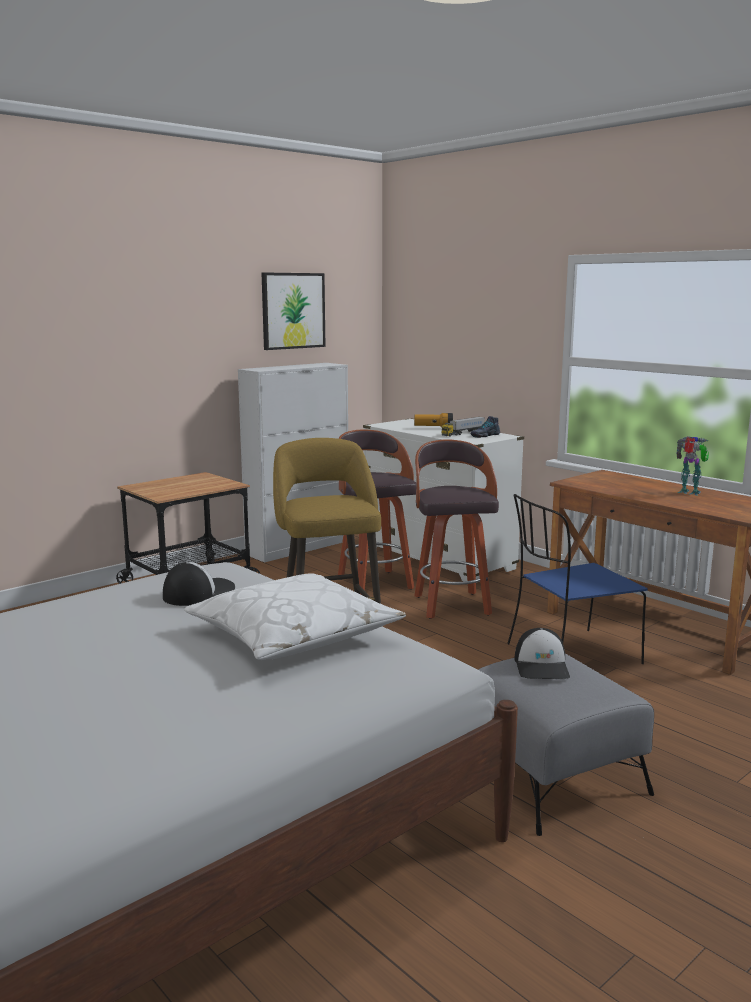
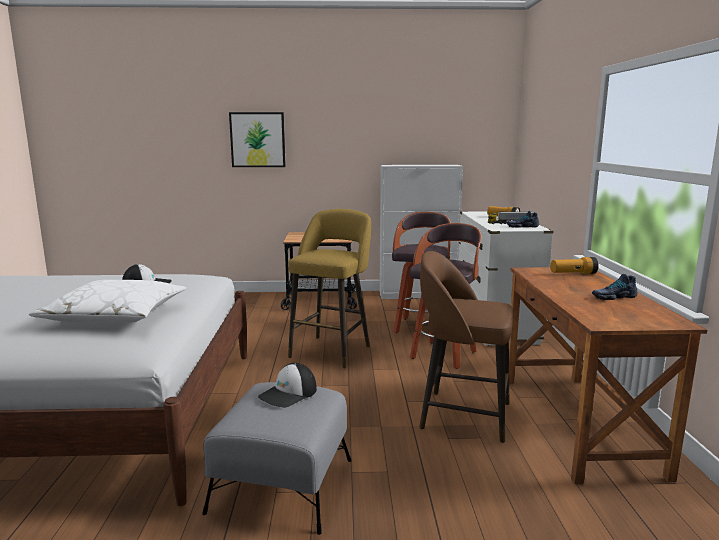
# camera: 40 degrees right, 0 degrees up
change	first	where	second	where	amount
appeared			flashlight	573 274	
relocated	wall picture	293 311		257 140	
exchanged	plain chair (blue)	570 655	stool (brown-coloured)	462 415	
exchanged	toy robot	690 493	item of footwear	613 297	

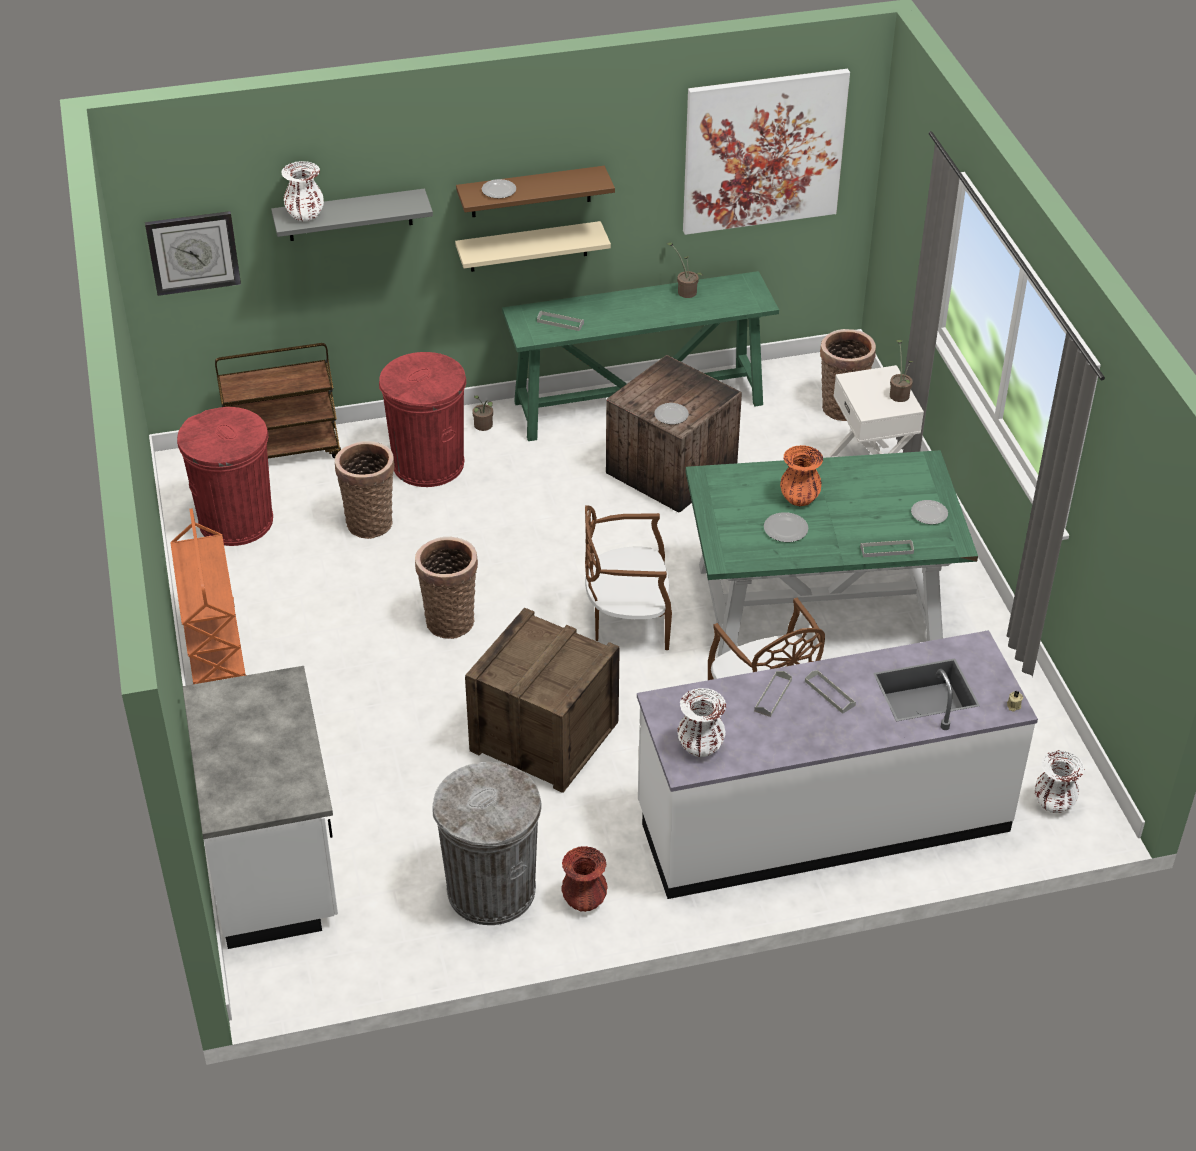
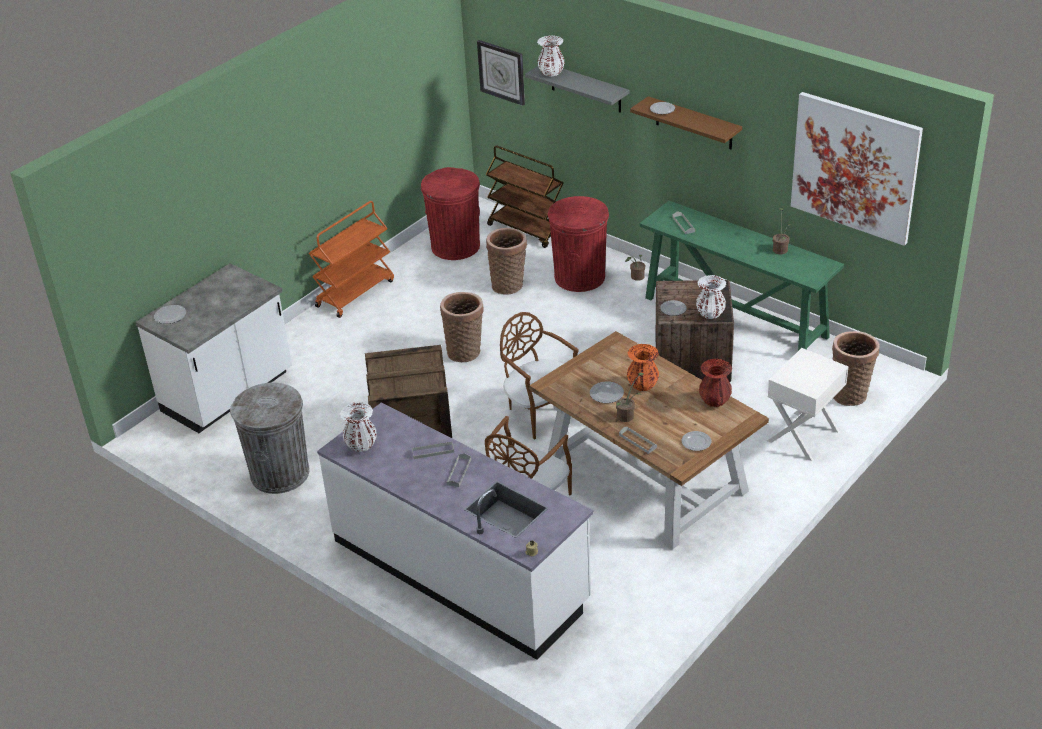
# camera: 55 degrees right, 5 degrees down
change	first	where	second	where	amount
missing	shelf (beige)	528 246			
appeared			plate	170 316	
relocated	flower vase (red)	584 900		714 400	
relocated	plant in a pot	899 393		627 415	
relocated	flower vase (whitish)	1053 802		710 313	
colour	dinner table (green)	817 606	dinner table (brown-coloured)	644 477	

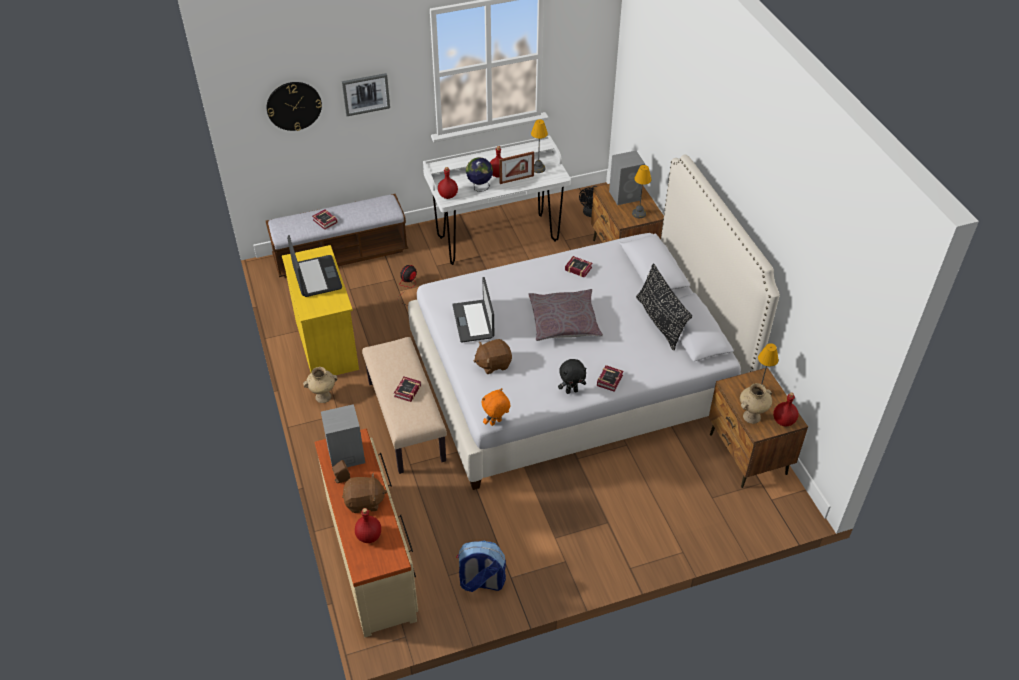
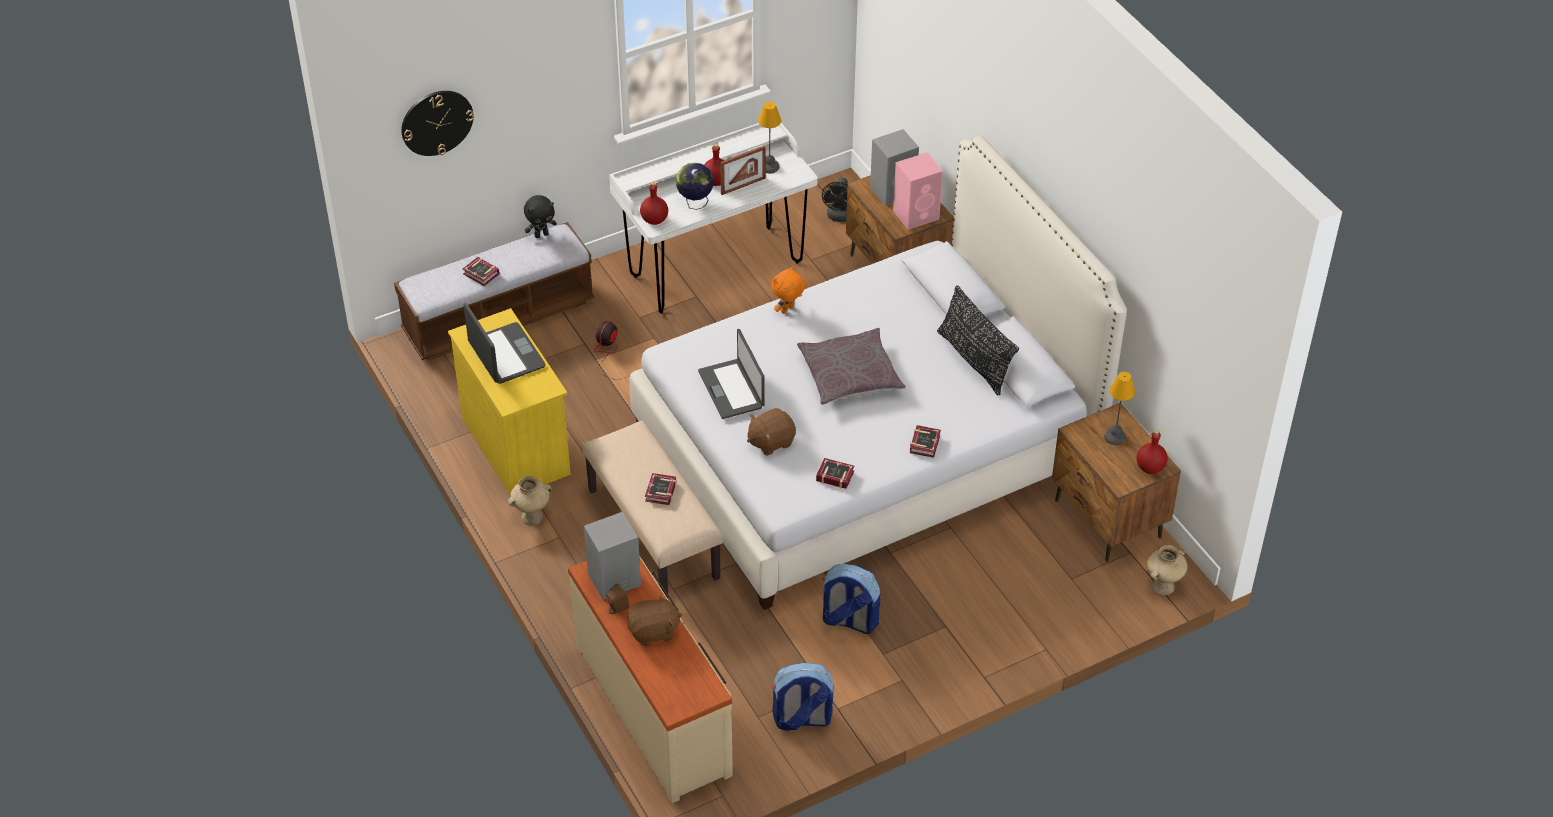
# camera: 10 degrees left, 0 degrees up
change	first	where	second	where	amount
missing	wall picture	366 94			
missing	drink bottle (red)	368 536			
appeared			backpack	849 621	
relocated	plush toy (orange)	496 423		788 310	
relocated	plush toy (black-coloured)	571 391		541 235	
relocated	bound book	577 268		834 475	
relocated	flower vase (beige)	751 416		1163 586	
exchanged	tabletop lamp	639 213	audio speaker (pink-coloured)	917 214	

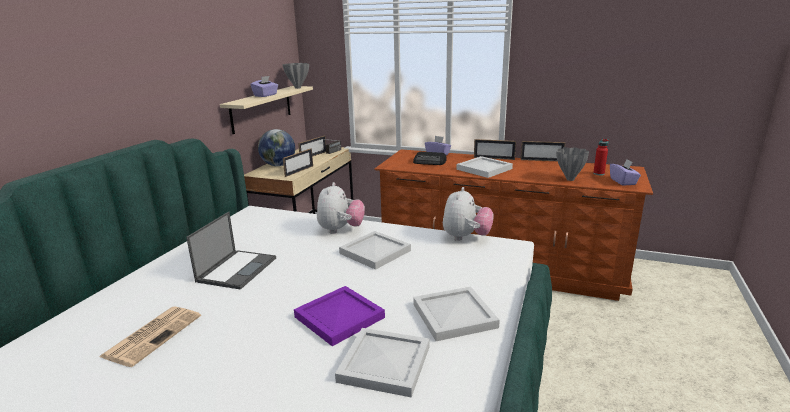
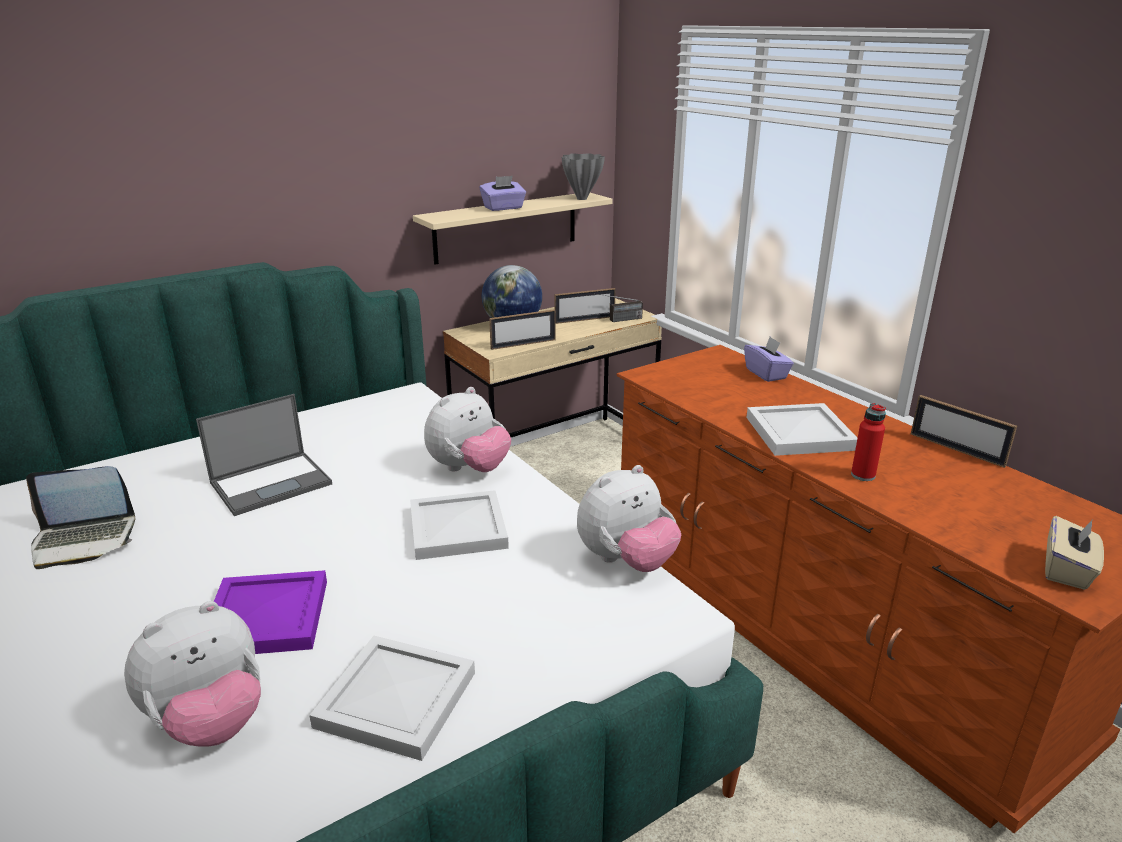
# camera: 35 degrees right, 5 degrees up
change	first	where	second	where	amount
missing	radio receiver	430 162			
missing	standing frame	494 158			
missing	flower vase (grey)	569 179			
relocated	drink bottle (red)	598 173		863 475	
exchanged	newspaper	153 335	notebook computer	84 540	
exchanged	carrying tray (whitish)	384 363	plush toy	210 722	
colour	tissue holder (purple-coloured)	623 182	tissue holder (beige)	1067 570	

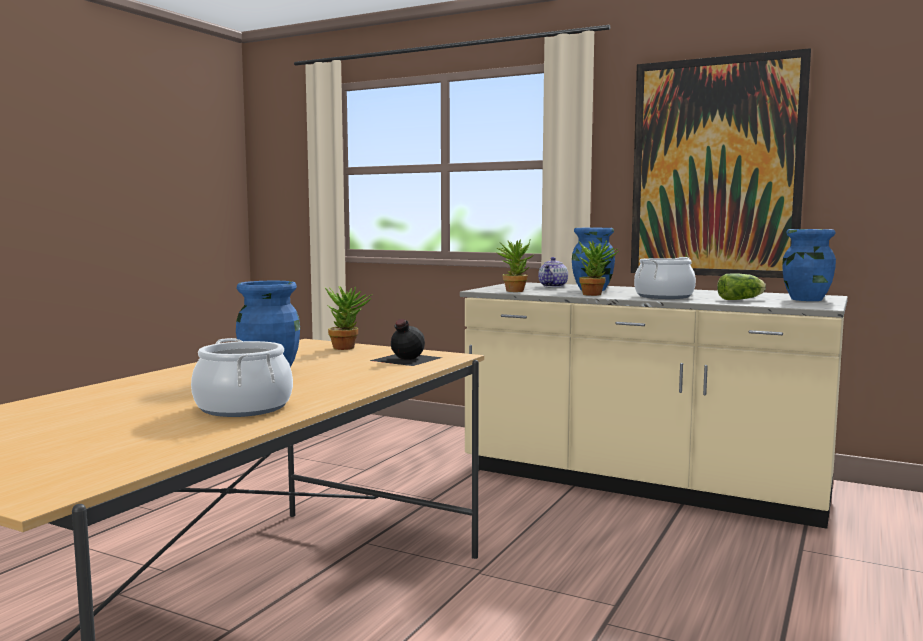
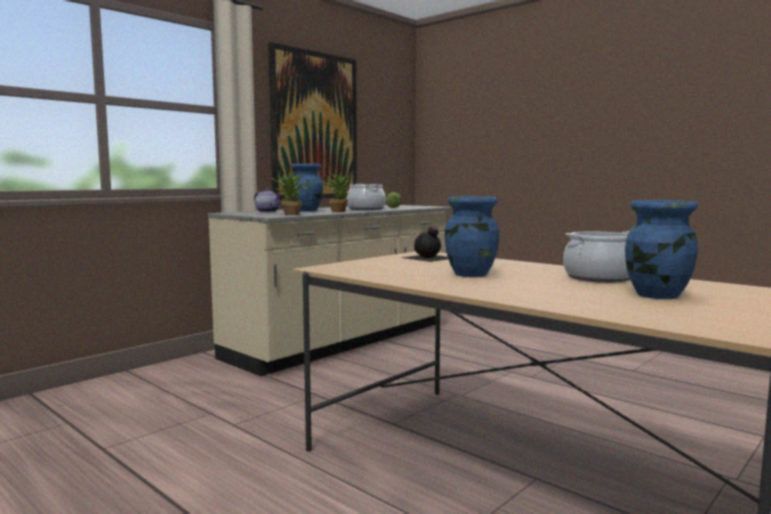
# camera: 75 degrees left, 0 degrees up
change	first	where	second	where	amount
missing	plant in a pot	348 347			
relocated	flower vase (blue)	805 299		656 295	

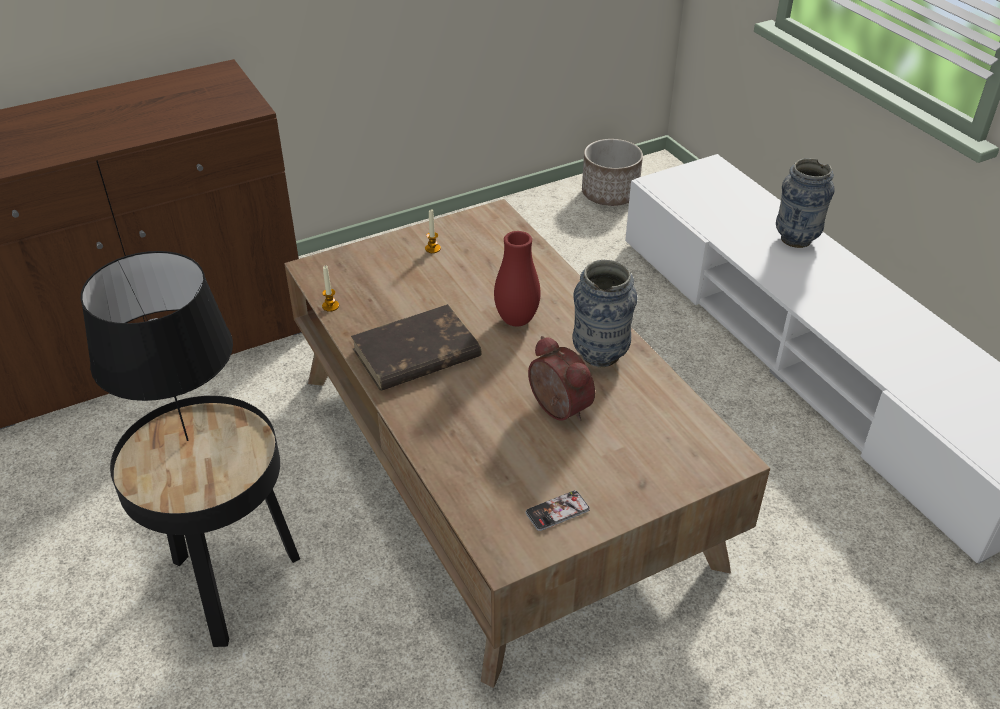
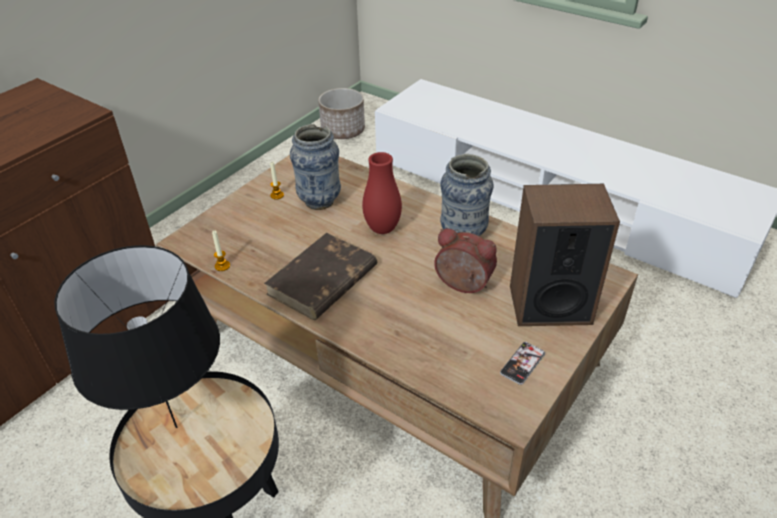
# camera: 25 degrees left, 0 degrees up
change	first	where	second	where	amount
appeared			audio speaker	549 304	
relocated	flower vase	796 239		319 201	

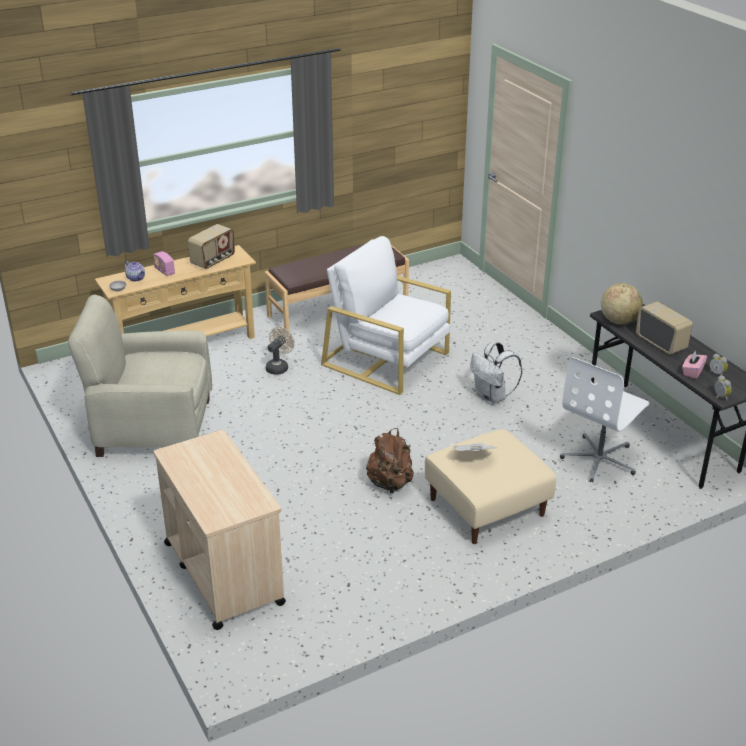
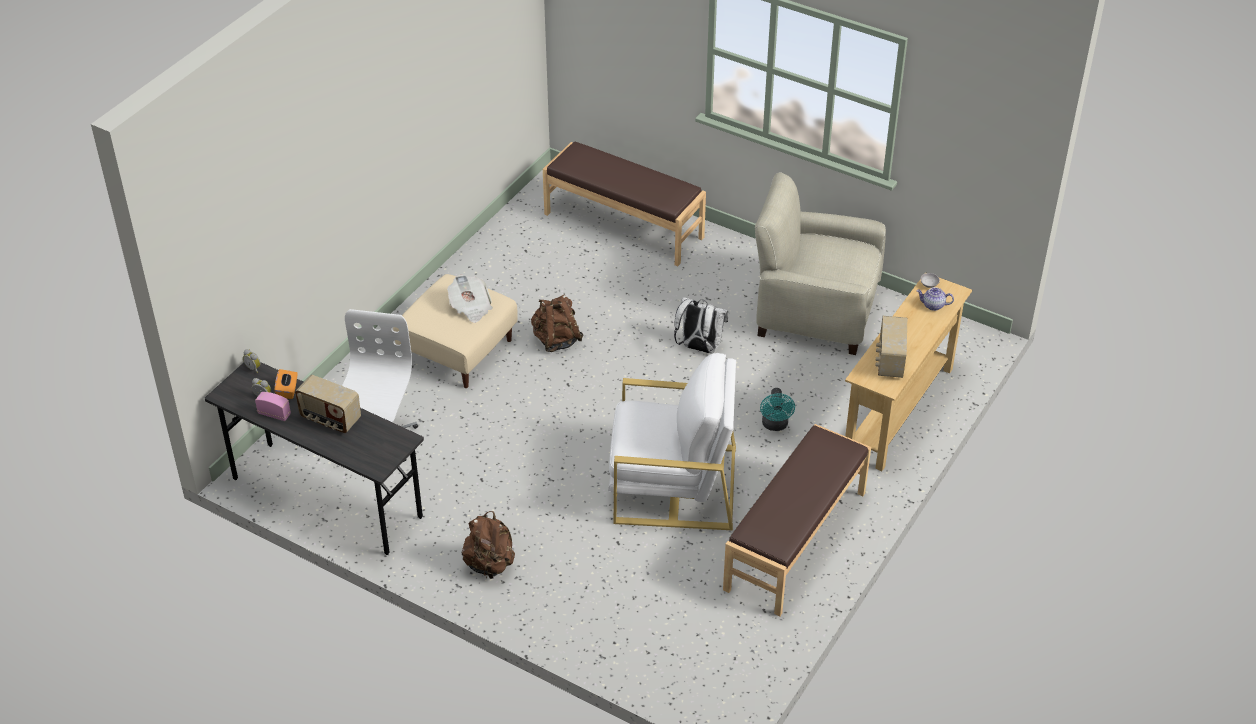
# camera: 150 degrees right, 10 degrees up
change	first	where	second	where	amount
missing	globe	619 321			
appeared			backpack (brown-coloured)	490 565	
relocated	radio receiver	164 271		274 414	
relocated	backpack (whitish)	492 397		699 348	
exchanged	trolley (beige)	223 572	indoor bench (brown-coloured)	624 225	
colour	fan (beige)	279 367	fan (blue-green)	775 425	
colour	tissue holder (pink-coloured)	692 372	tissue holder (orange)	287 391	
spun	easy chair (beige)	152 427		815 311	135 degrees counterclockwise

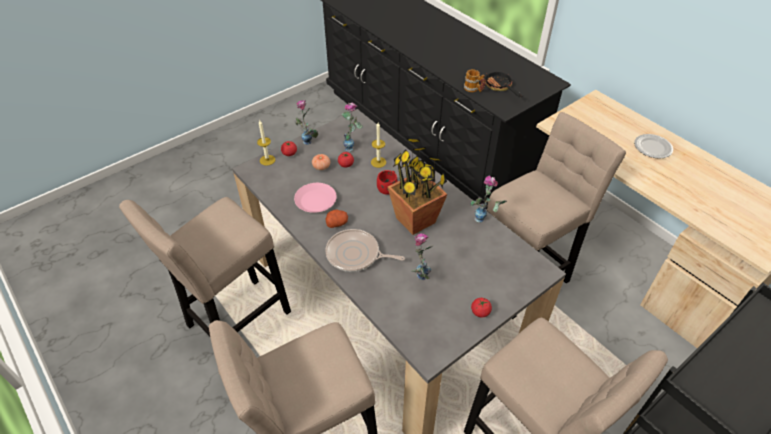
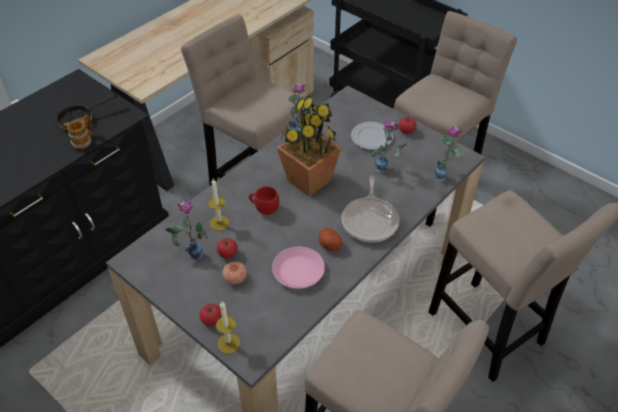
# camera: 100 degrees left, 0 degrees up
change	first	where	second	where	amount
relocated	flower vase	309 146		445 175	
relocated	plate	652 148		372 138	

